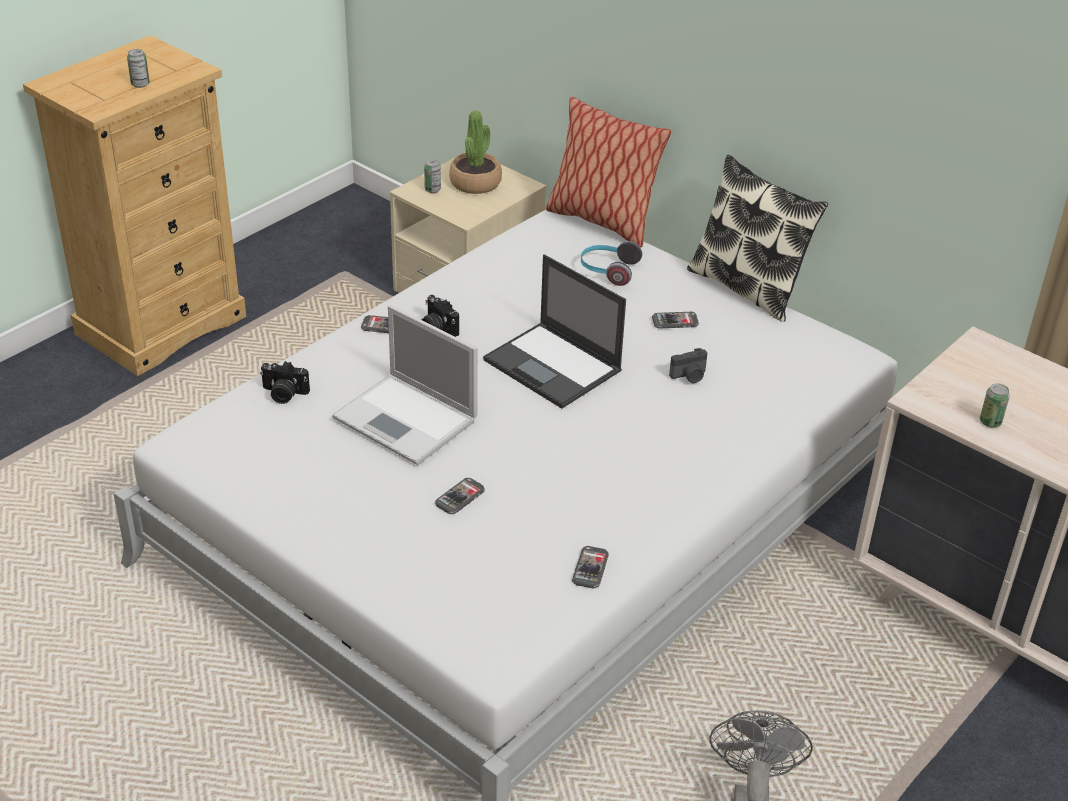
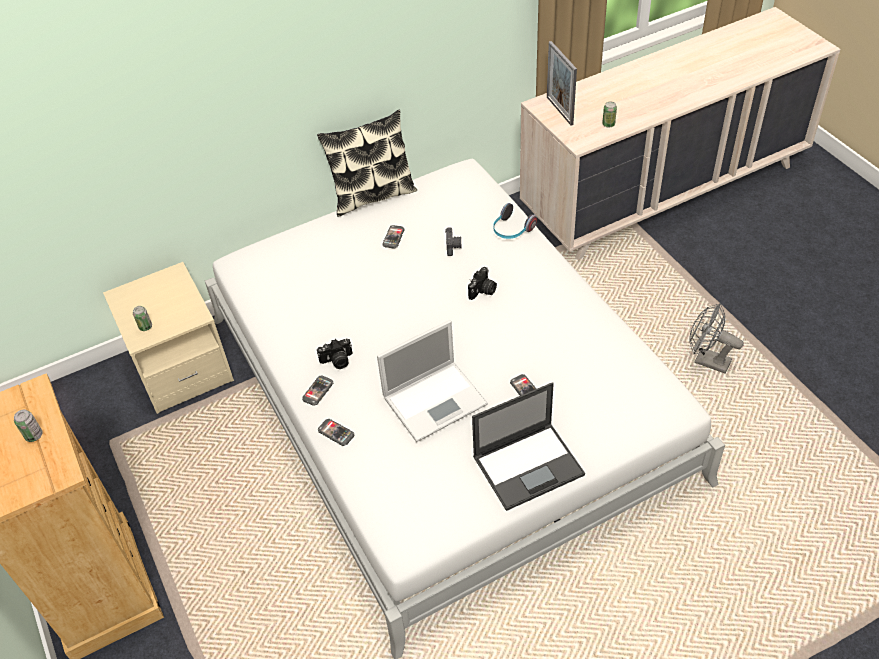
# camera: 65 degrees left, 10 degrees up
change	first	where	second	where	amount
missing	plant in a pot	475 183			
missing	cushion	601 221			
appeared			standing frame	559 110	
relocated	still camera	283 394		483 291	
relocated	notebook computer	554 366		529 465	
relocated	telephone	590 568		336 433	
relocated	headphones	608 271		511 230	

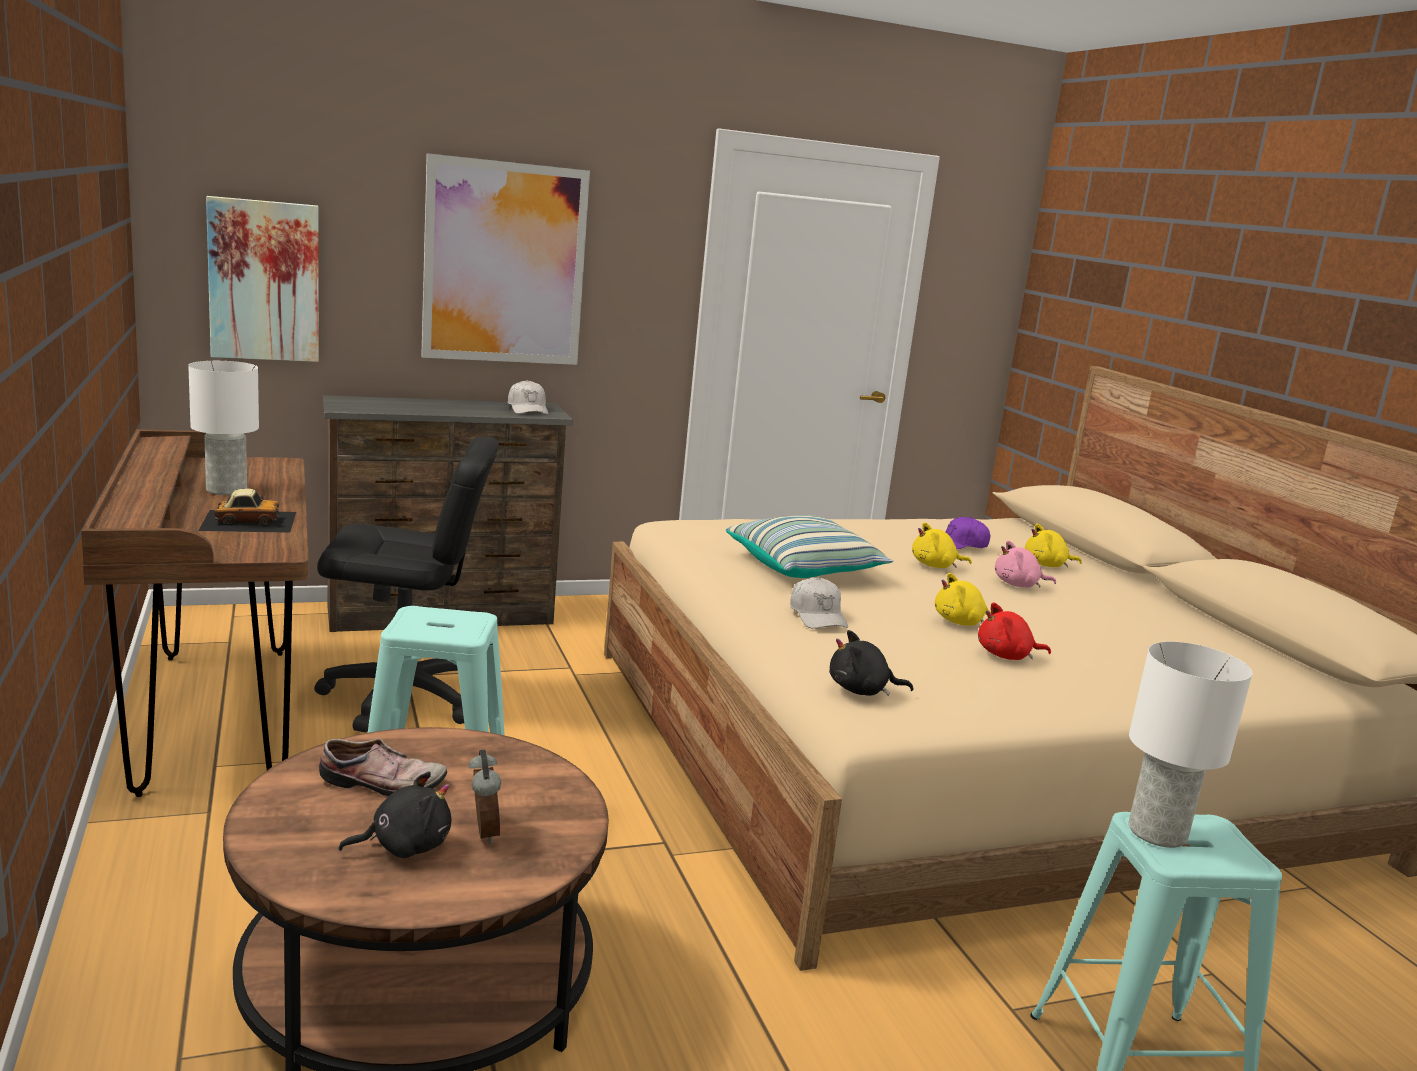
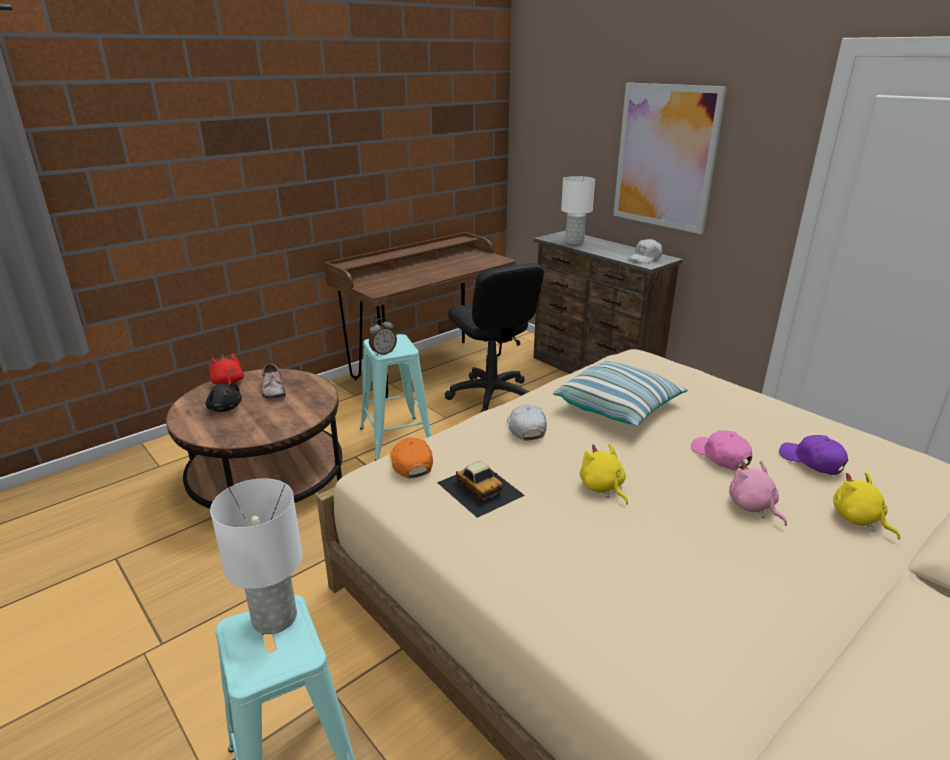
# camera: 70 degrees right, 10 degrees up
change	first	where	second	where	amount
missing	wall picture	264 281			
relocated	tabletop lamp (whitish)	227 490		574 242	
relocated	miniature car	248 521		480 488	
relocated	bedside clock	482 833		383 353	
relocated	plush toy (red)	1007 656		228 384	
exchanged	plush toy (black-coloured)	862 690	baseball cap (orange)	411 463	
exchanged	plush toy (yellow)	935 566	baseball cap (pink-coloured)	720 456	
spun	baseball cap (whitish)	817 616		526 428	120 degrees clockwise

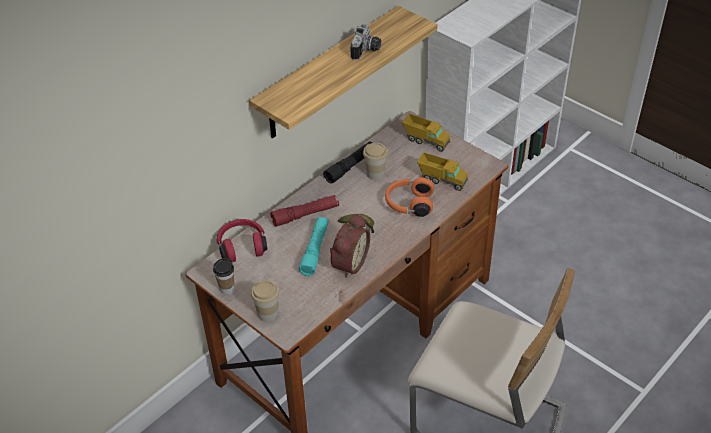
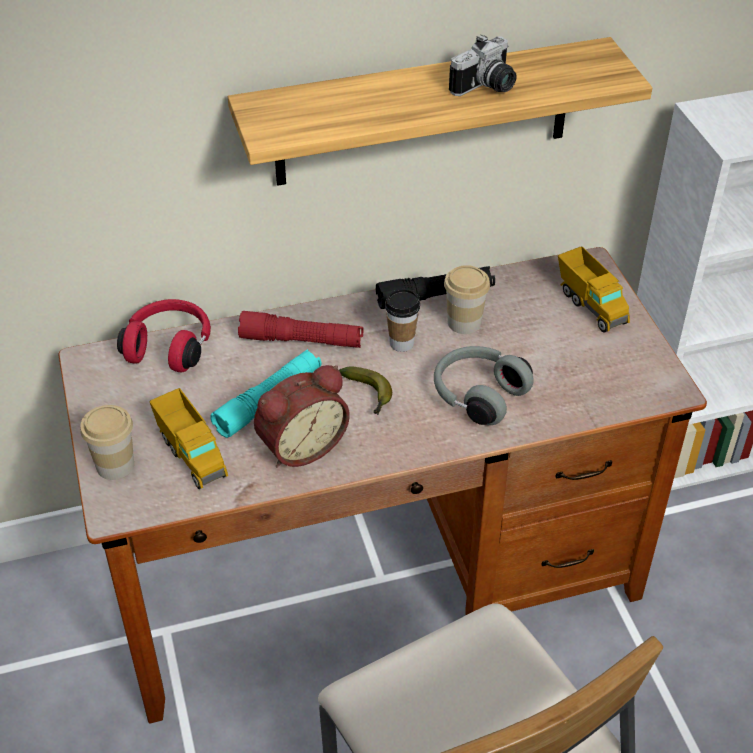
# camera: 30 degrees right, 0 degrees up
change	first	where	second	where	amount
relocated	drinking cup	227 289		401 343	
relocated	toy lorry	442 180		191 455	
colour	headphones (orange)	409 204	headphones (grey)	477 395	

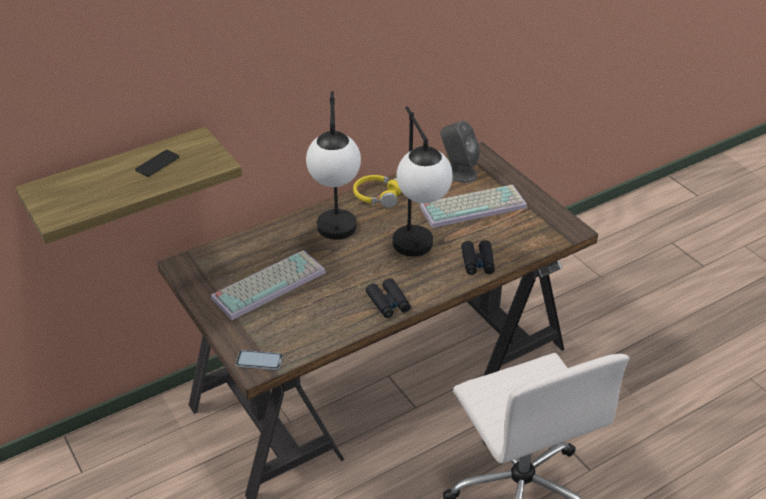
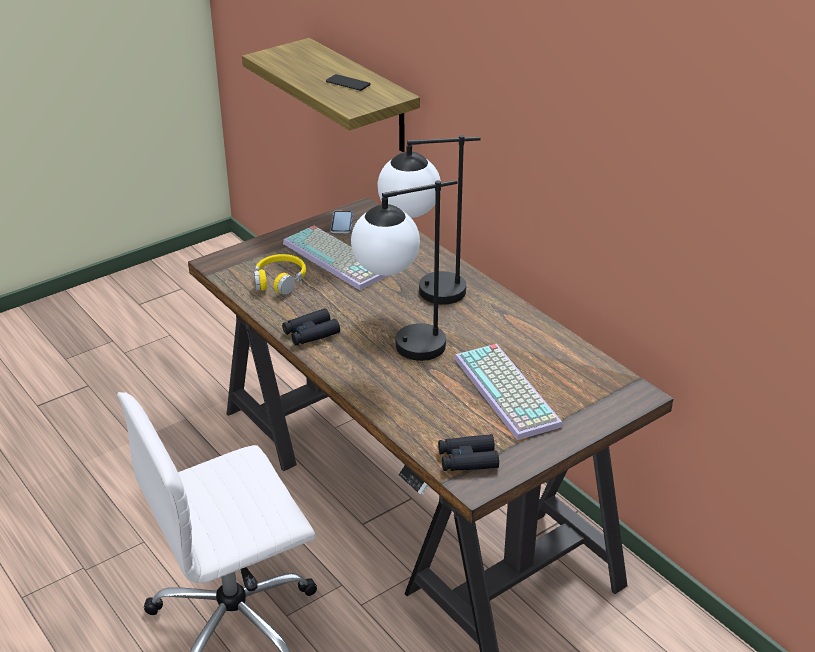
# camera: 85 degrees right, 5 degrees down
change	first	where	second	where	amount
missing	audio speaker (grey)	457 172			
relocated	telephone	259 361		341 223	
relocated	headphones (yellow)	377 196		279 281	
relocated	binoculars (black-coloured)	477 262		467 459	

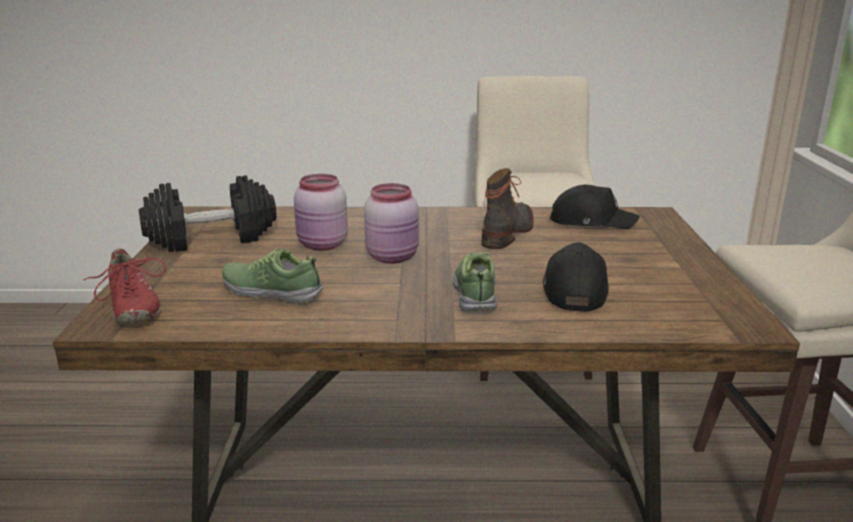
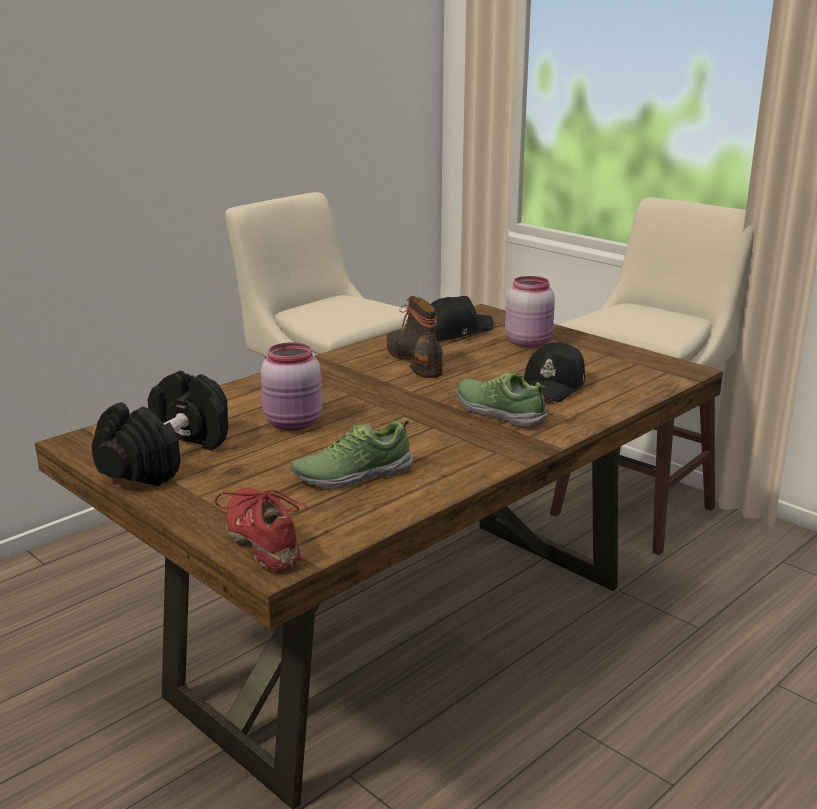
# camera: 45 degrees left, 0 degrees up
change	first	where	second	where	amount
relocated	jar (pink-coloured)	394 257		529 342	
spun	item of footwear (red)	131 307		264 540	135 degrees counterclockwise
spun	baseball cap (black-coloured)	574 290		554 386	120 degrees counterclockwise

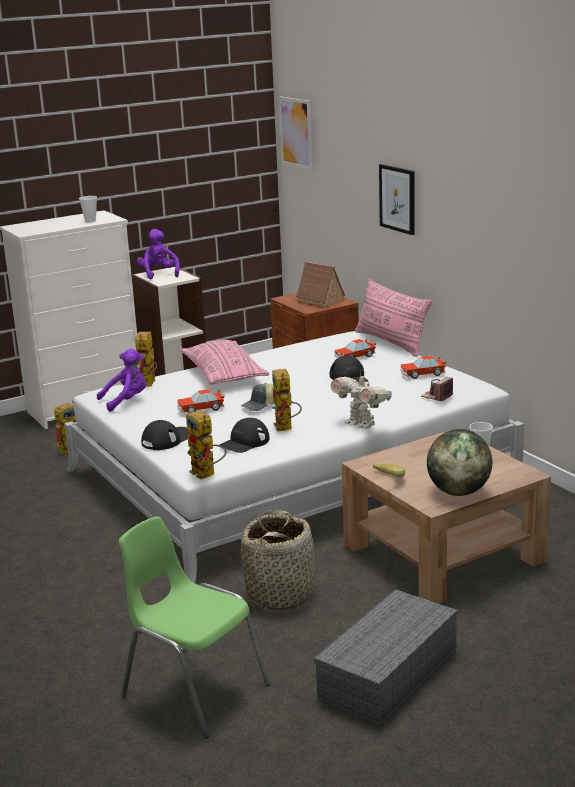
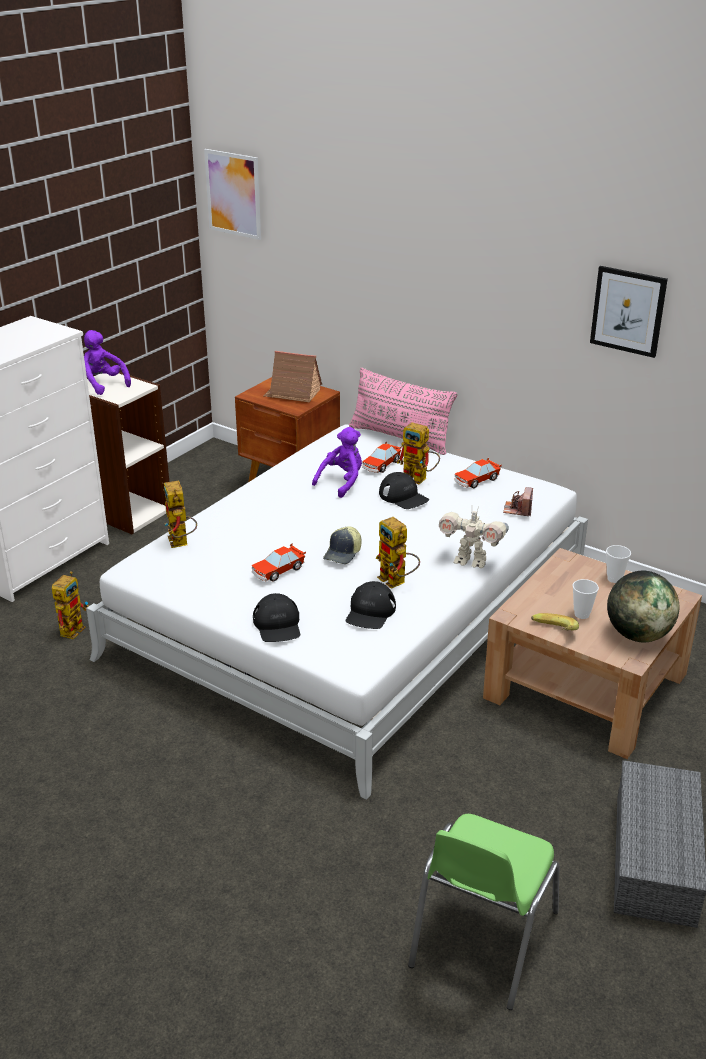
# camera: 25 degrees left, 10 degrees up
change	first	where	second	where	amount
missing	cushion (pink-coloured)	224 375			
missing	basket	281 593			
relocated	drinking cup	90 221		581 614	
relocated	plush toy (purple-coloured)	126 401		342 482	
relocated	toy robot	207 474		419 479	
relocated	wall picture	397 199		628 311	
spun	plain chair (green)	193 690		481 940	75 degrees counterclockwise
spun	baseball cap (black-coloured)	166 439		277 625	150 degrees clockwise

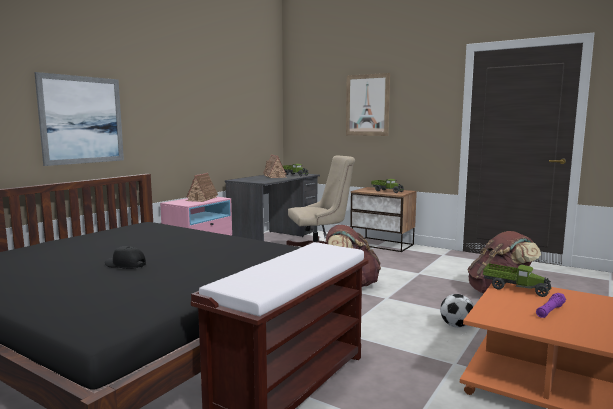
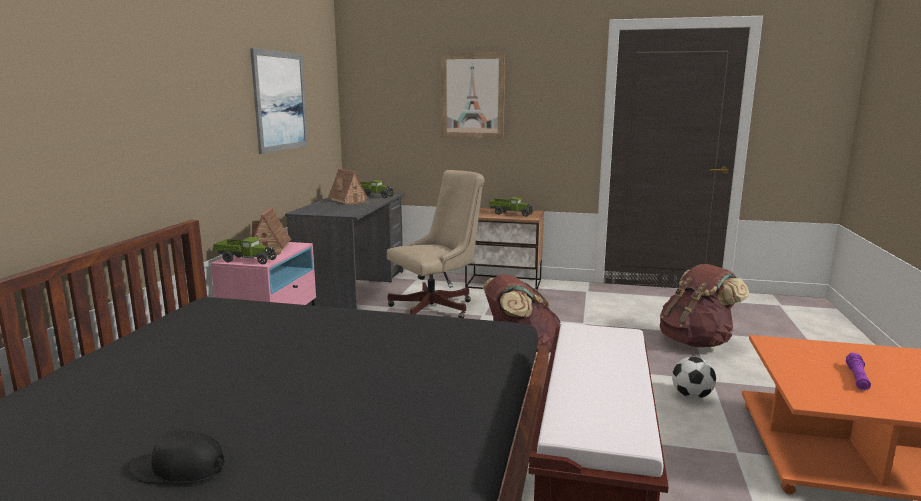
# camera: 20 degrees left, 5 degrees up
change	first	where	second	where	amount
relocated	wall picture	82 120		280 101	
relocated	baseball cap (black-coloured)	125 265		178 469	
relocated	toy lorry	515 288		246 260	

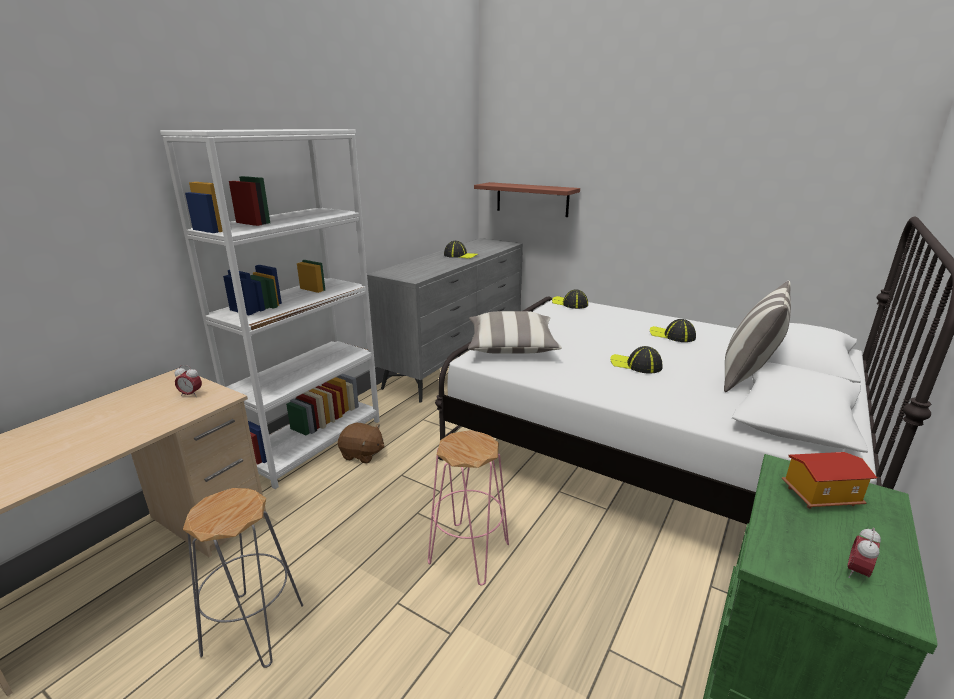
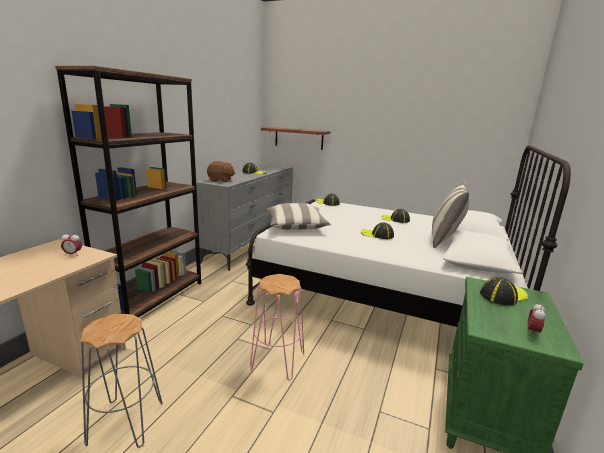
# camera: 10 degrees left, 5 degrees down
change	first	where	second	where	amount
relocated	plush toy (brown-coloured)	362 454		220 180	
exchanged	miniature house	820 495	baseball cap	503 295	
colour	shelving unit (whitish)	313 443	shelving unit (brown-coloured)	154 298	

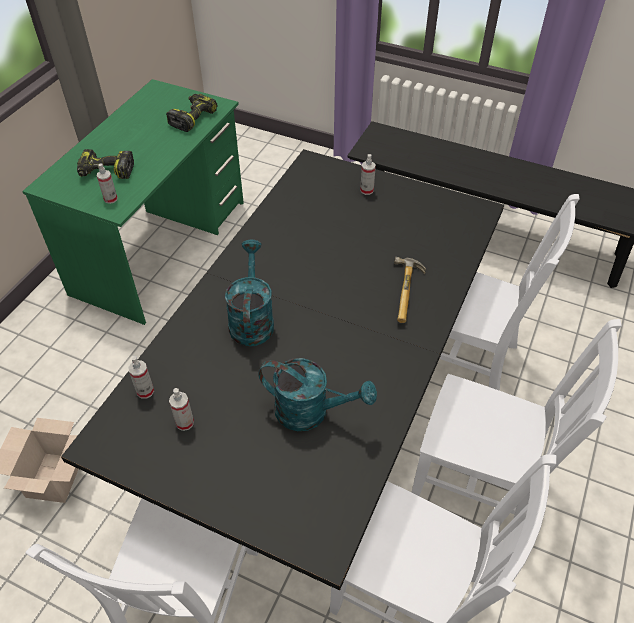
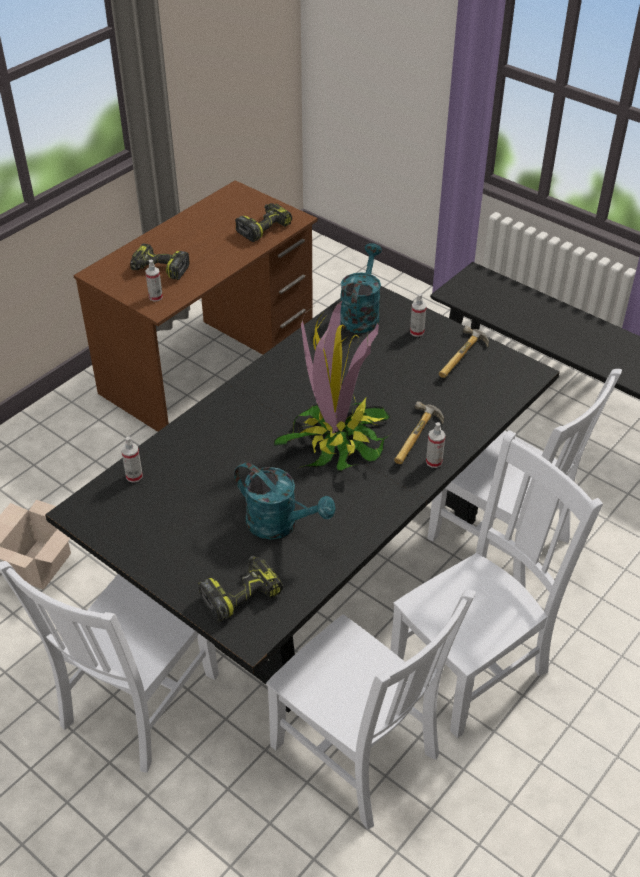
# camera: 15 degrees right, 5 degrees down
change	first	where	second	where	amount
appeared			power drill	241 594	
appeared			plant in a pot	337 441	
appeared			hand hammer	464 358	
relocated	spray bottle	185 423		434 462	
relocated	sprinkling can (blue-green)	251 319		360 314	
colour	desk unit (green)	161 247	desk unit (brown-coloured)	209 362	
spun	plain chair (whitish)	481 482		473 666	75 degrees counterclockwise

